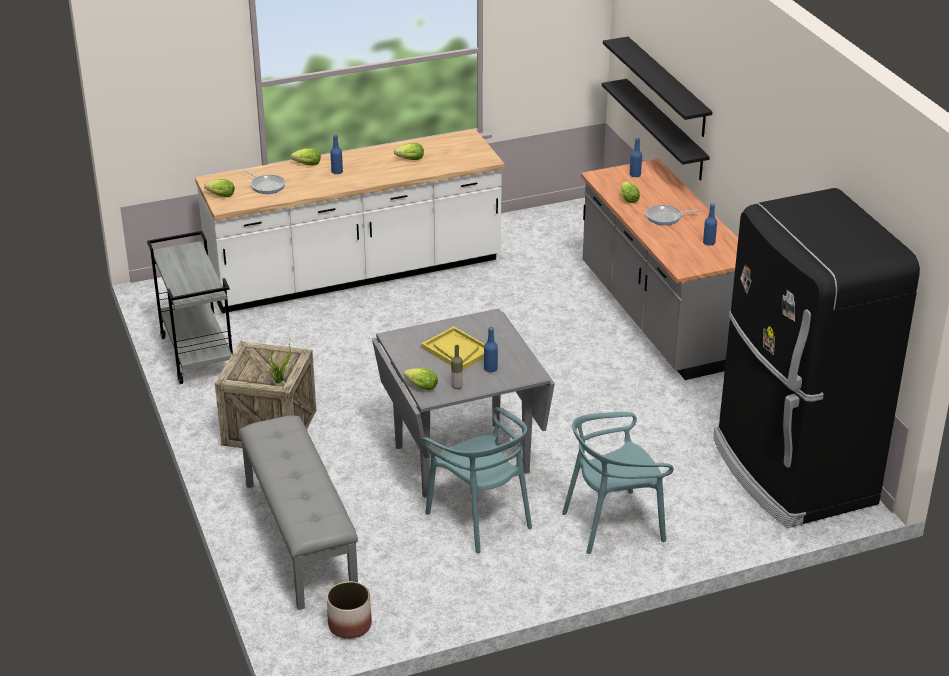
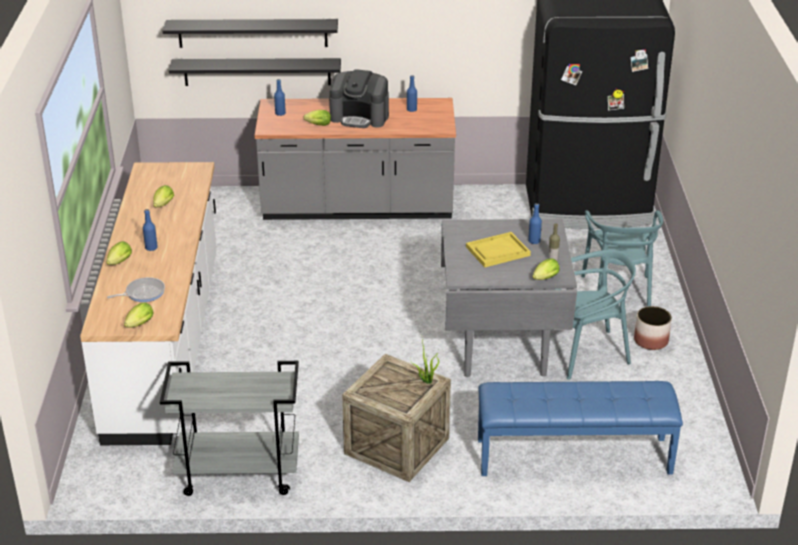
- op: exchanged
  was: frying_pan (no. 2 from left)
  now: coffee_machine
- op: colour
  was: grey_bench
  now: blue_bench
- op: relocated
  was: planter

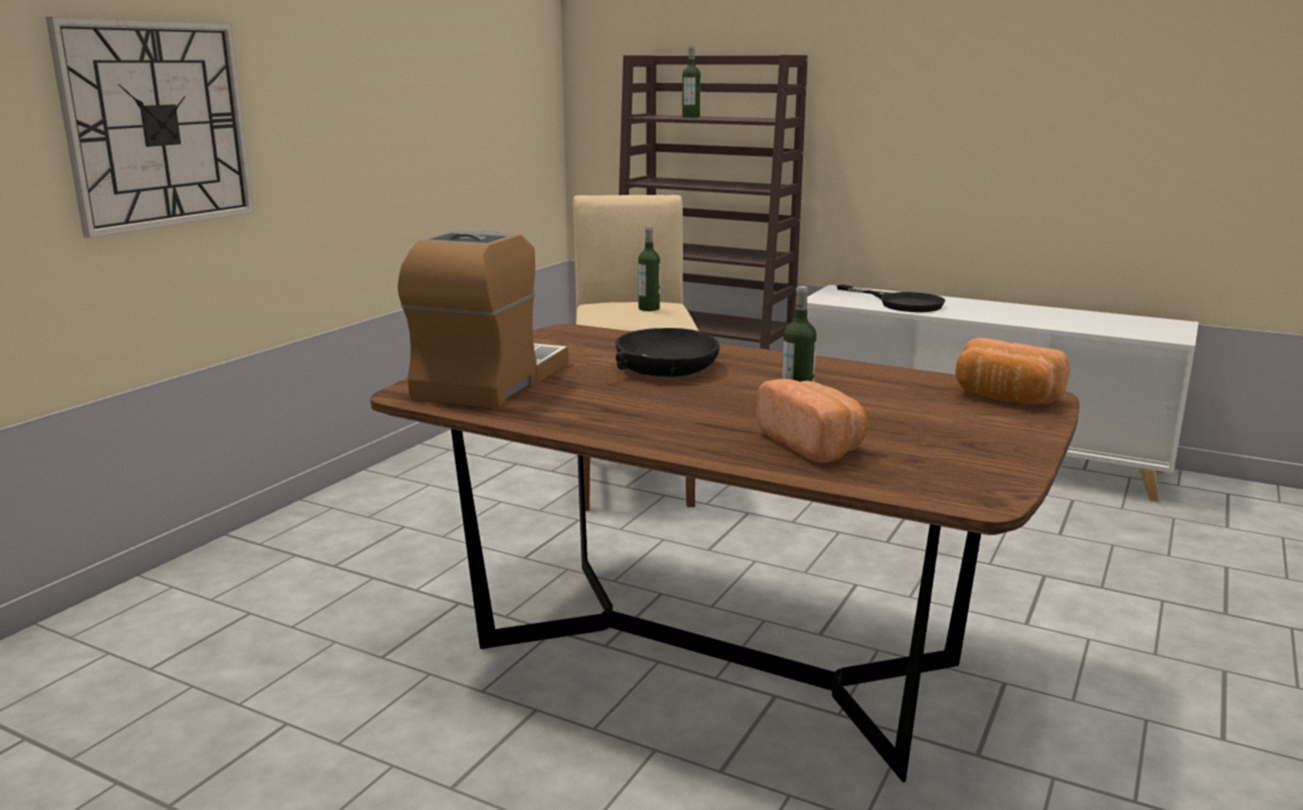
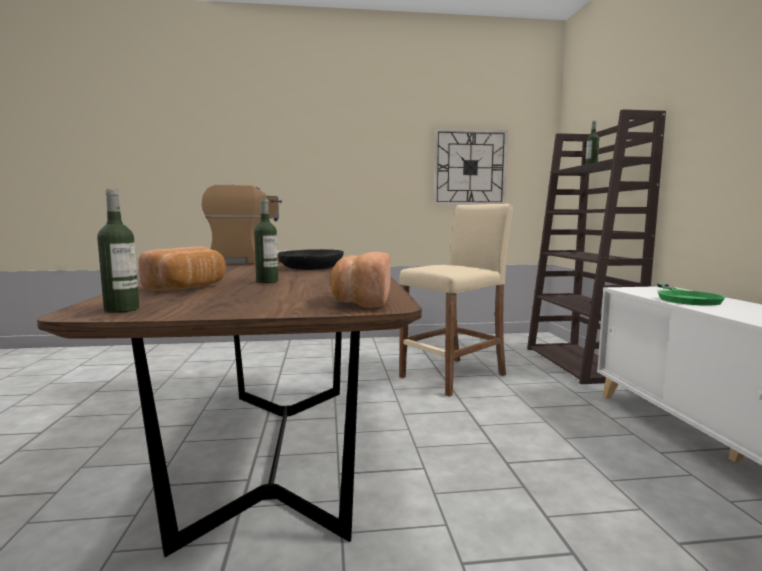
- op: relocated
  was: bottle (no. 1 from left)
- op: relocated
  was: wall_clock
- op: colour
  was: black_frying_pan
  now: green_frying_pan

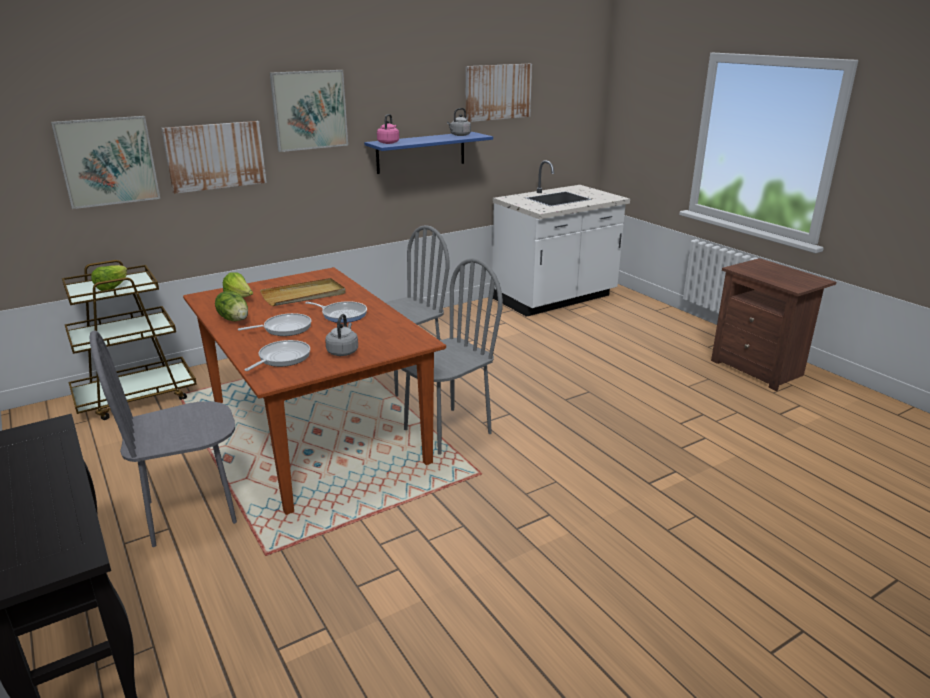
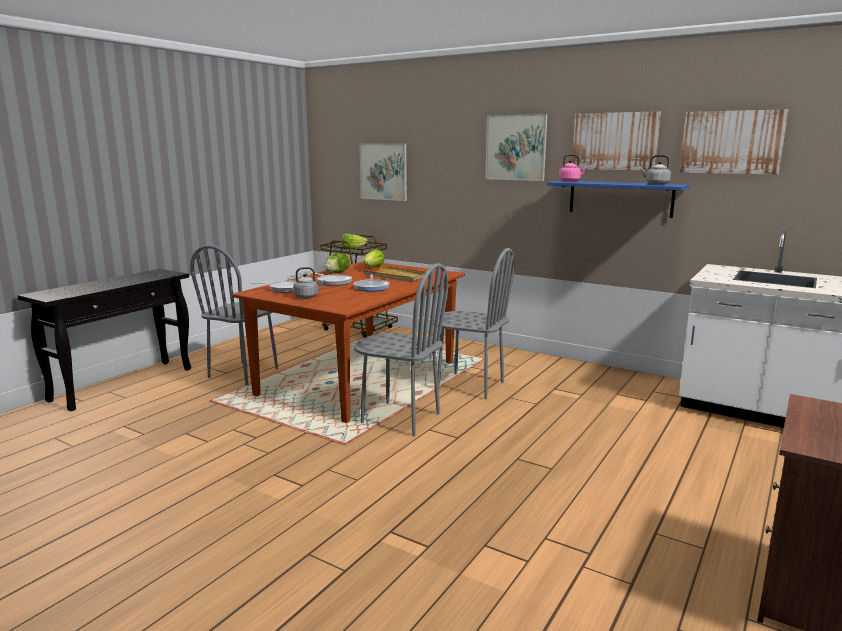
- op: spun
  was: grey_chair (no. 1 from left)
  clockwise: -105
- op: relocated
  was: picture (no. 2 from left in the first image)
  now: picture (no. 3 from left)

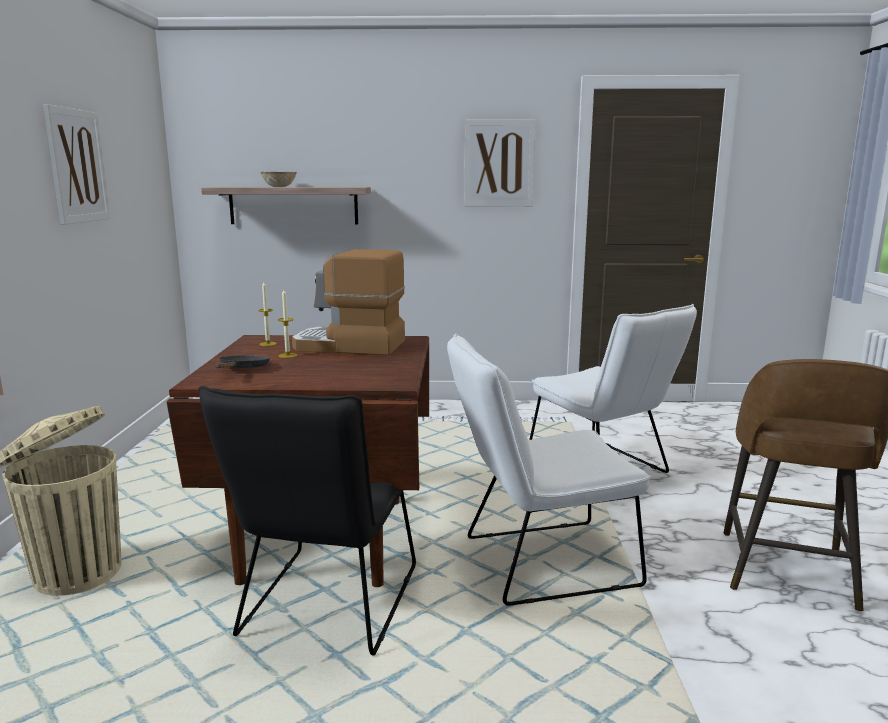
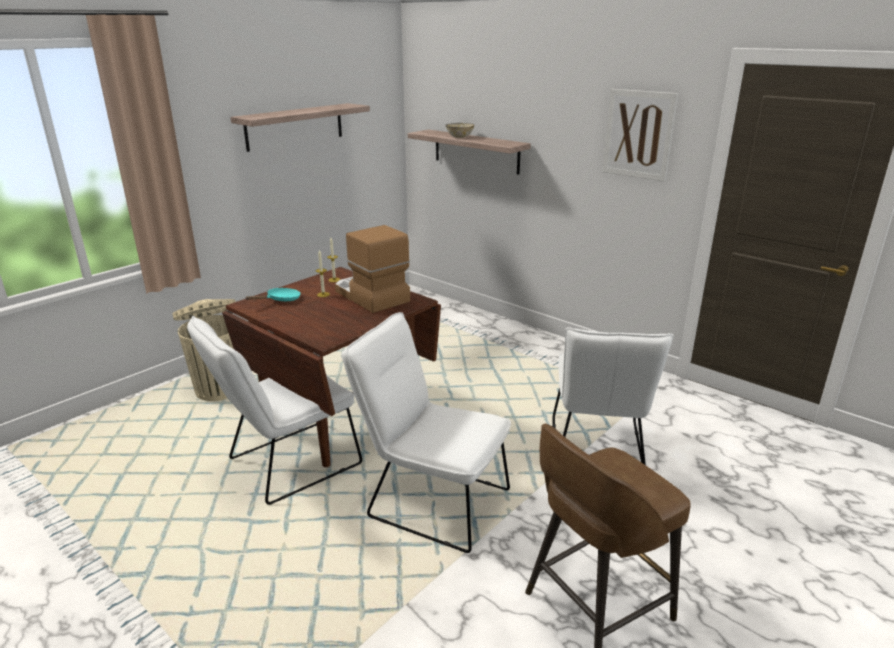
- op: colour
  was: black_chair
  now: white_chair (no. 1 from left)
- op: exchanged
  was: picture (no. 1 from left)
  now: shelf (no. 1 from left)
- op: colour
  was: black_frying_pan
  now: turquoise_frying_pan

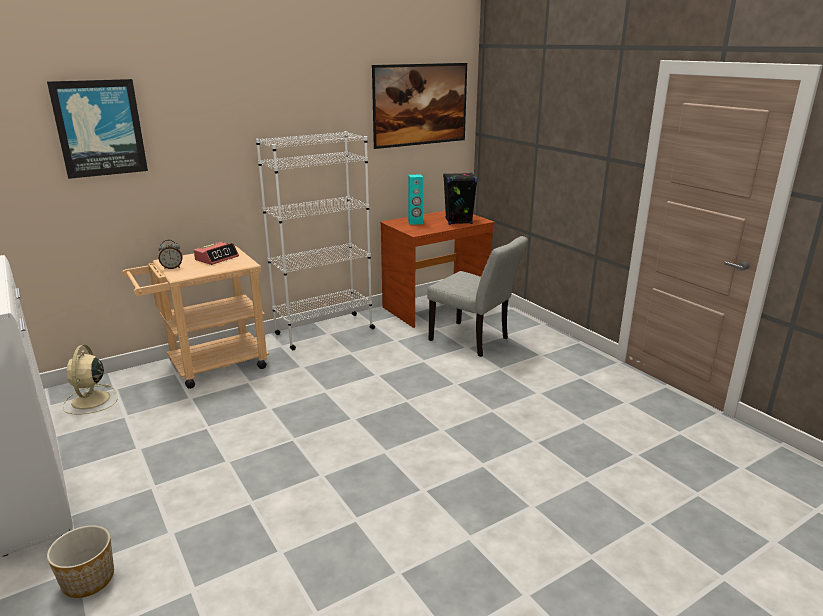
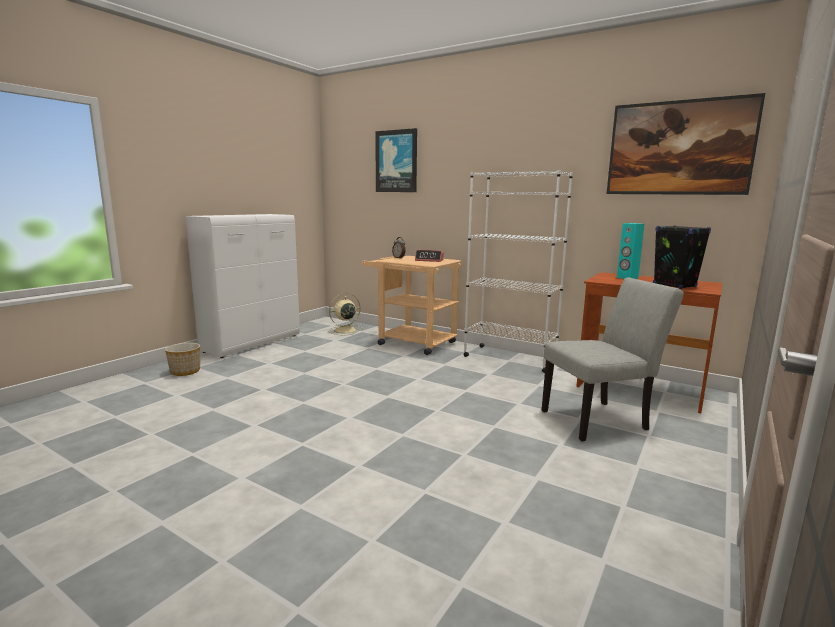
- op: spun
  was: grey_chair
  clockwise: -120

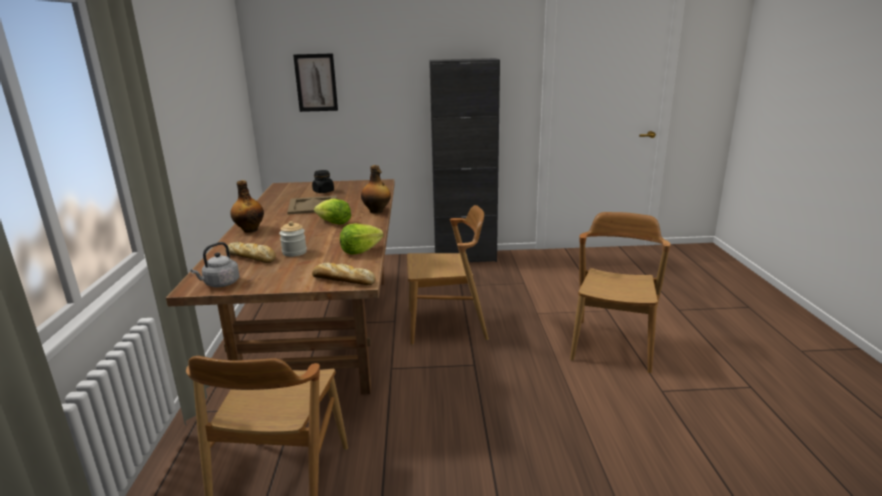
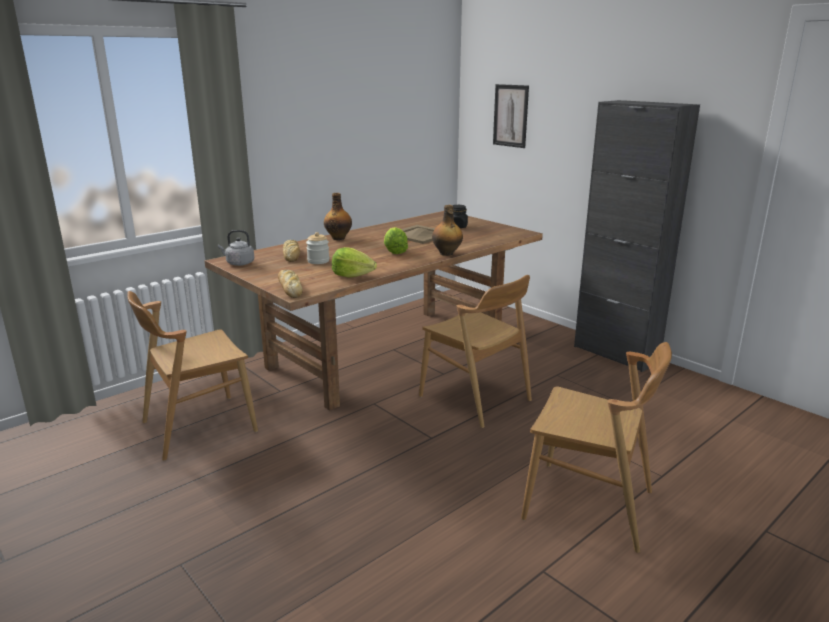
- op: spun
  was: brown_chair (no. 3 from left)
  clockwise: 45

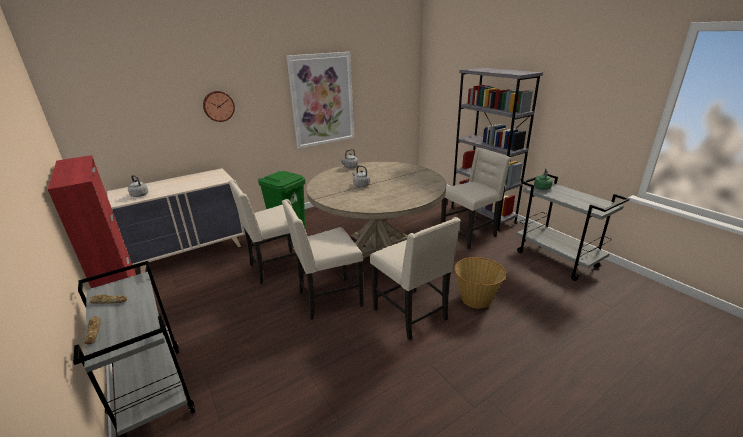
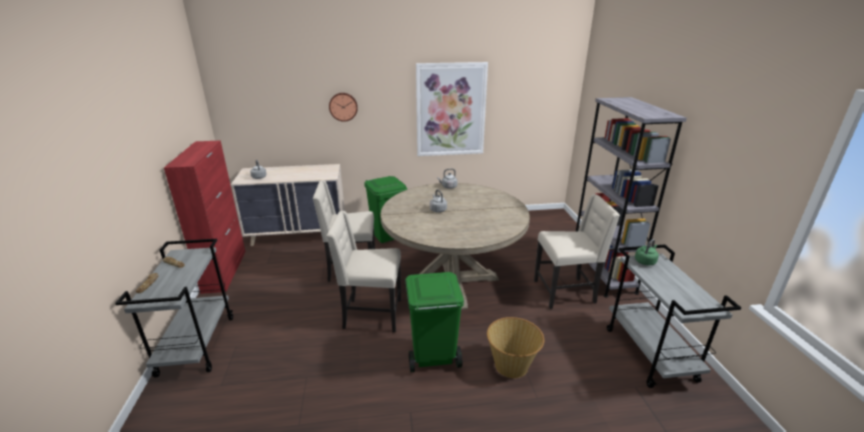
- op: exchanged
  was: beige_chair (no. 3 from left)
  now: green_trash_can (no. 2 from left)

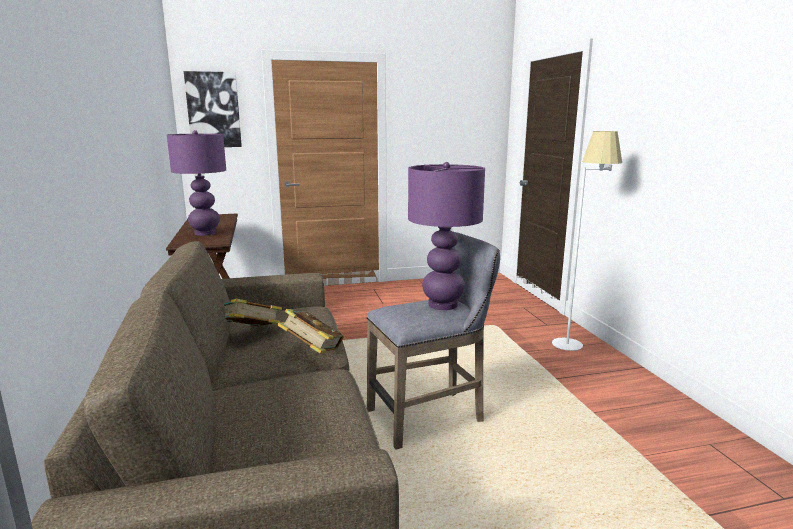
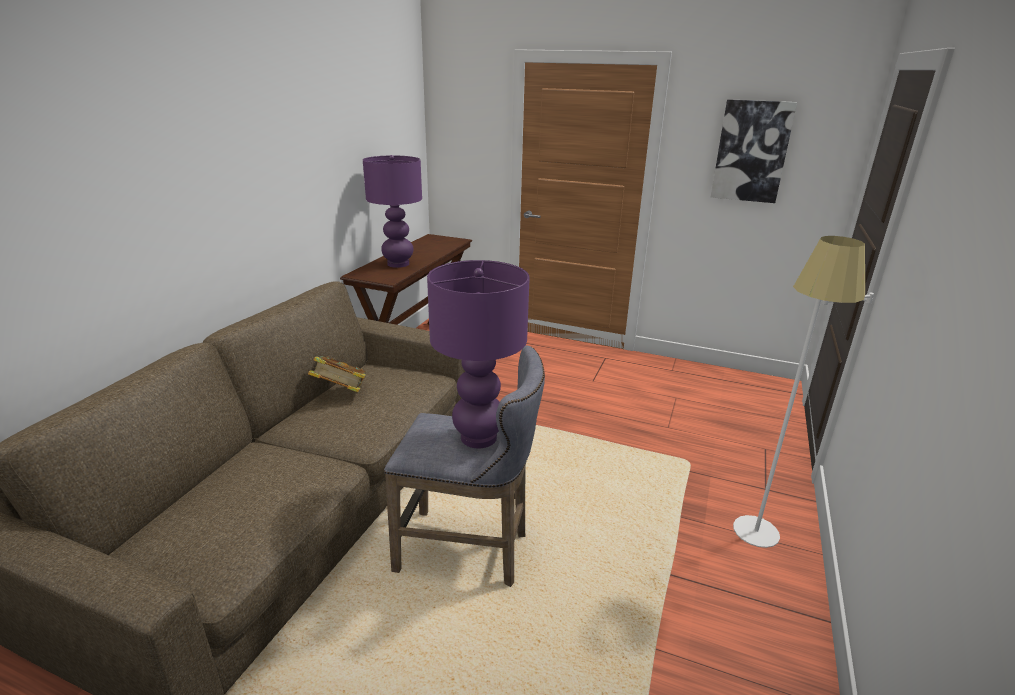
- op: relocated
  was: picture
- op: missing
  was: book (no. 2 from left)

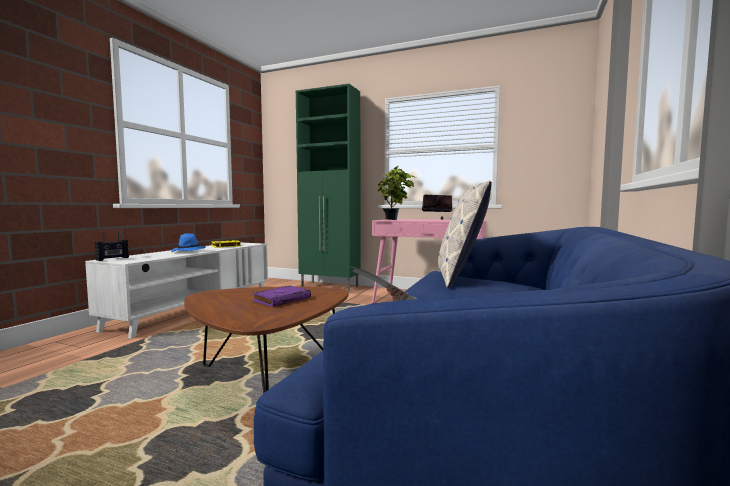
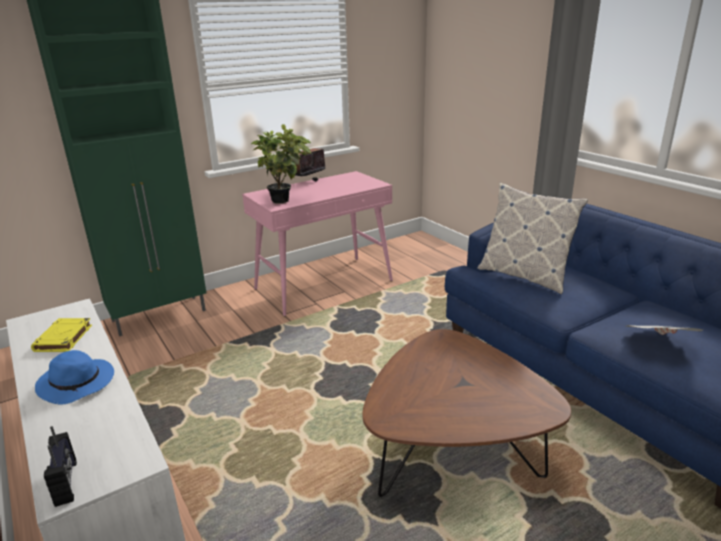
- op: missing
  was: purple_book

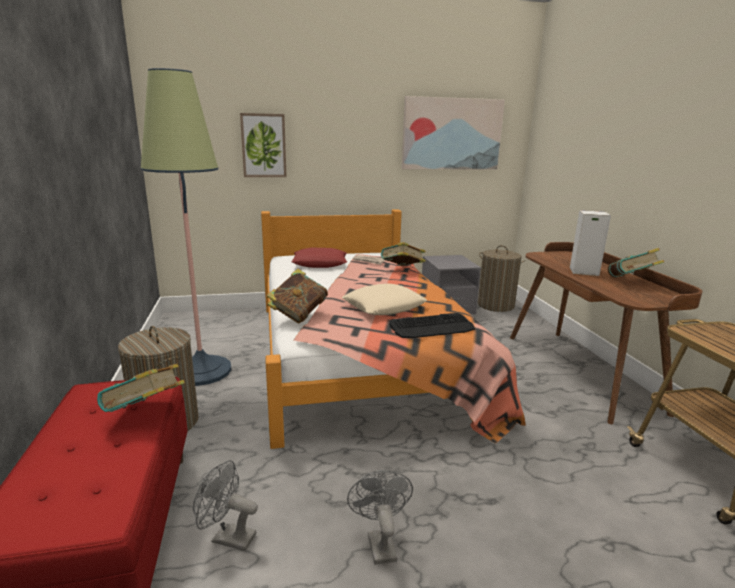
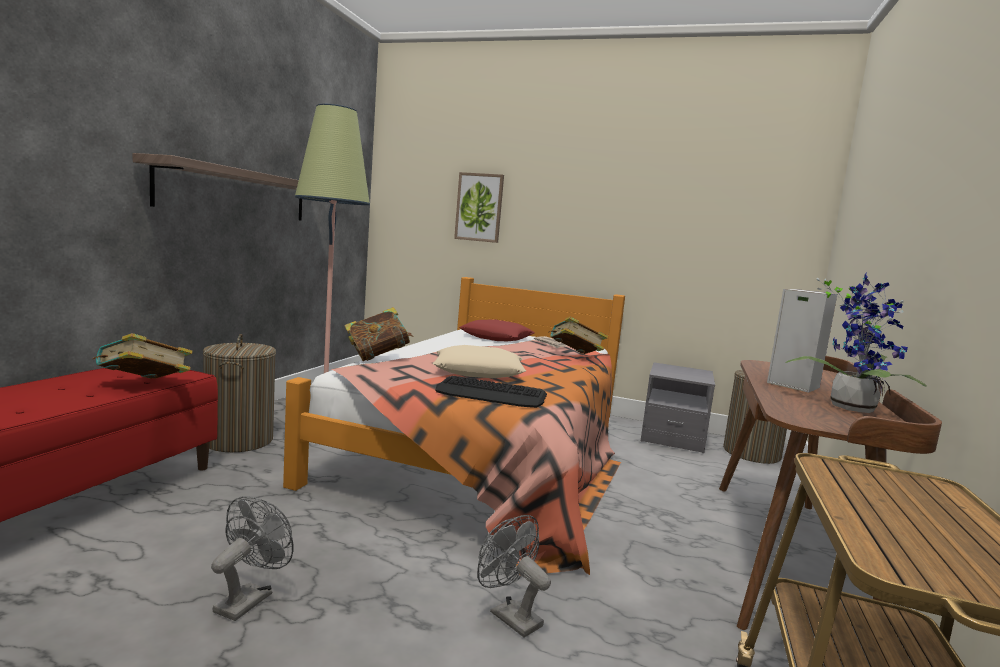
- op: appeared
  now: shelf
- op: relocated
  was: grey_fan (no. 1 from left in the first image)
  now: grey_fan (no. 2 from left)
- op: exchanged
  was: book (no. 4 from left)
  now: potted_plant
- op: missing
  was: picture (no. 2 from left)

